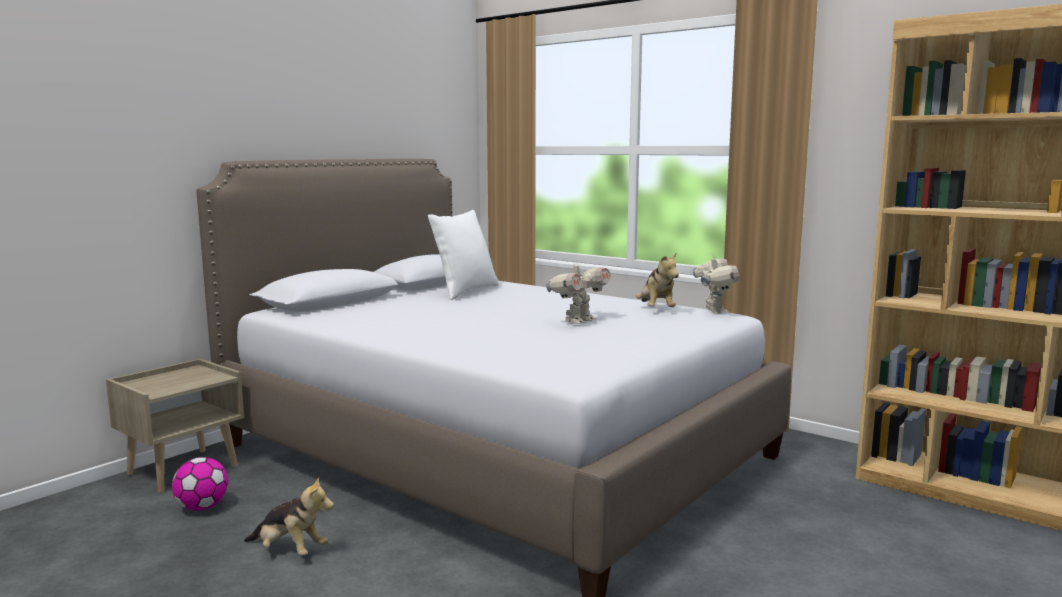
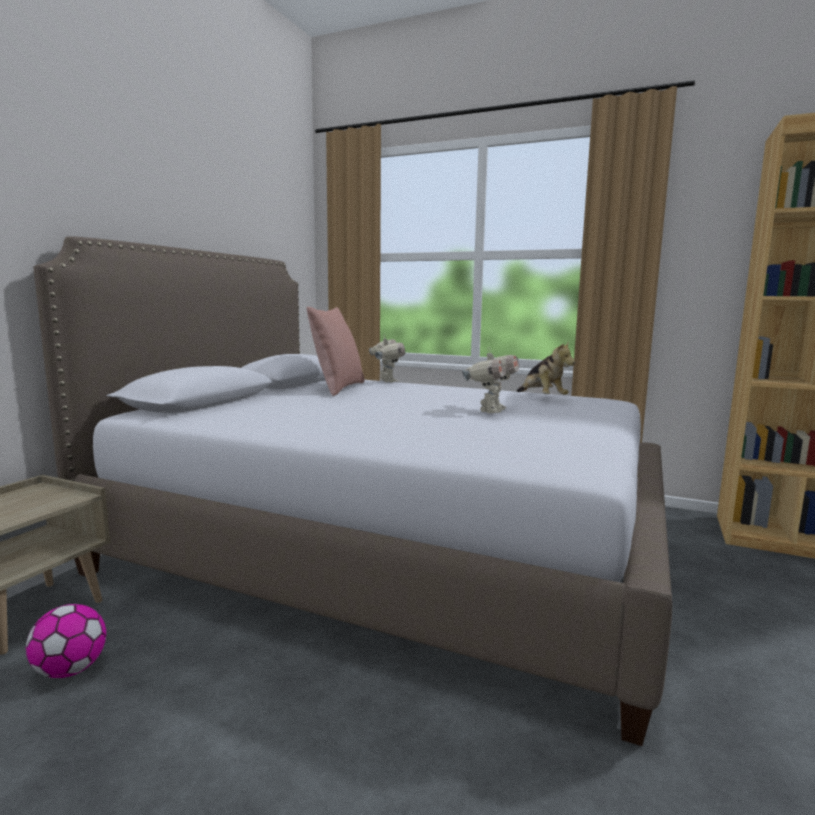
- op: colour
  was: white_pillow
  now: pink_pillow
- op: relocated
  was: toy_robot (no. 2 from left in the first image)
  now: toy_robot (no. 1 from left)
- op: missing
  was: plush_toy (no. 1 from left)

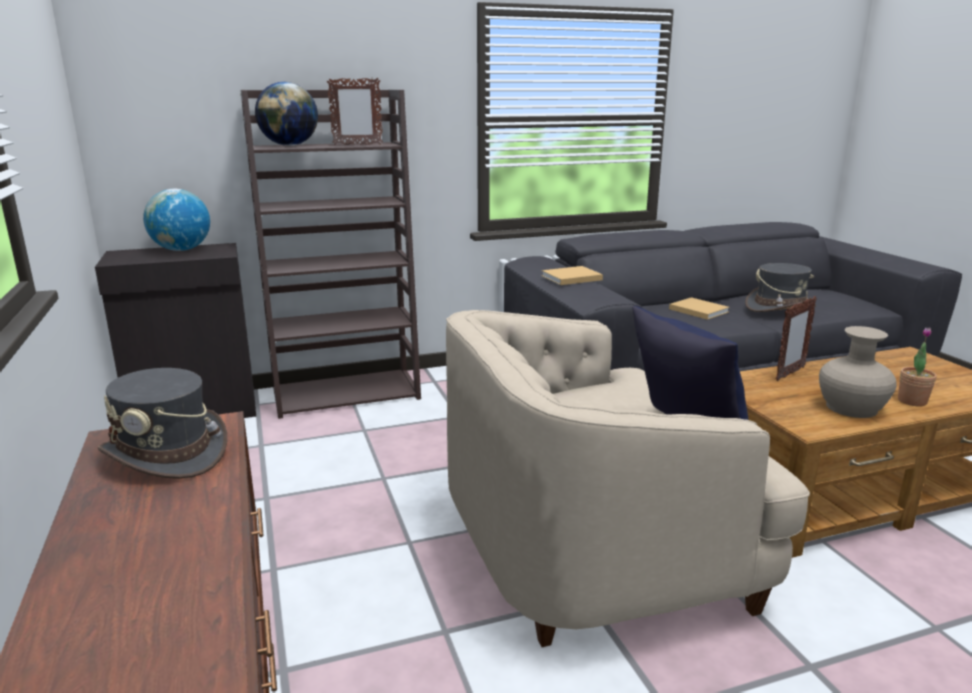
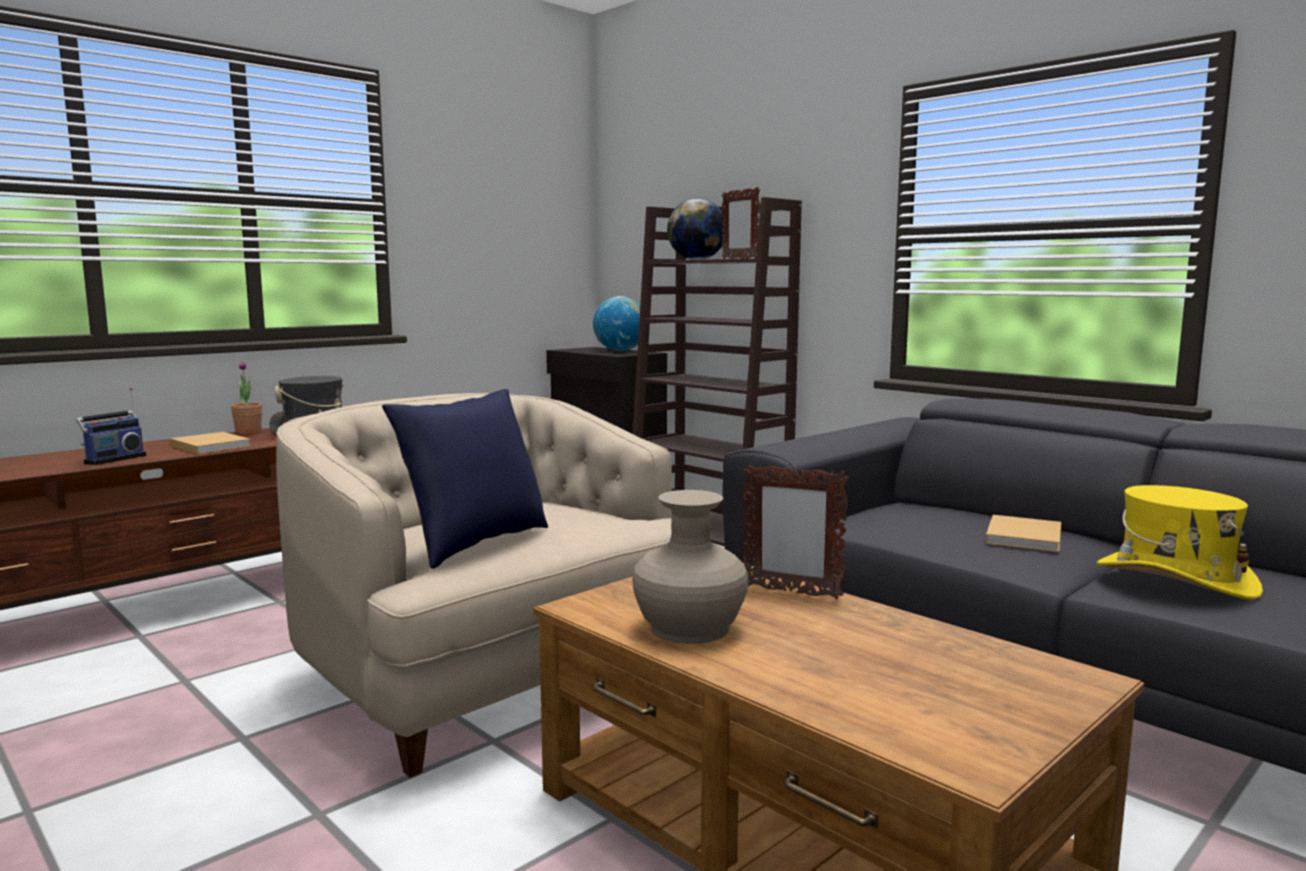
- op: appeared
  now: radio
- op: relocated
  was: beige_book (no. 1 from left)
- op: relocated
  was: potted_plant
- op: colour
  was: grey_hat (no. 2 from left)
  now: yellow_hat

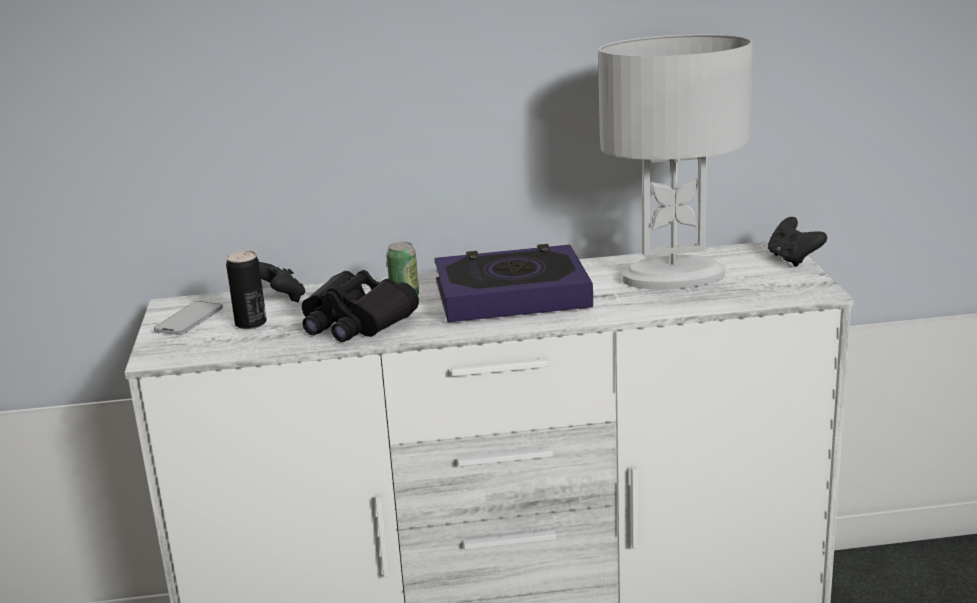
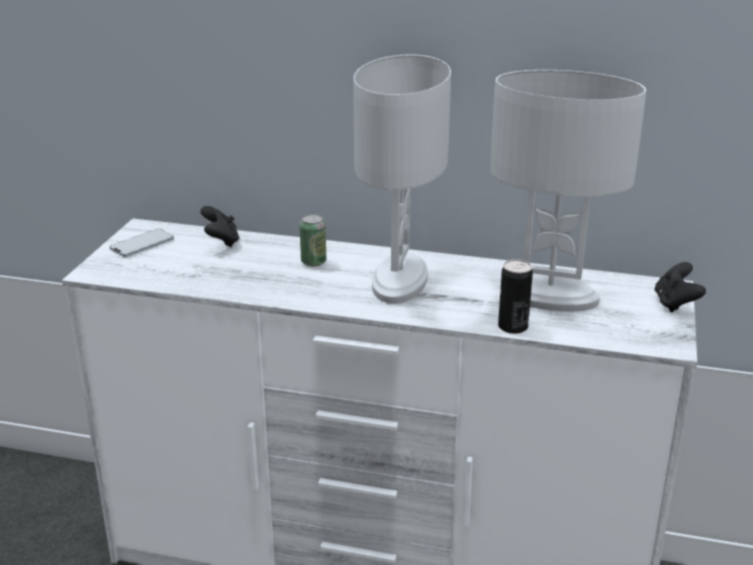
- op: exchanged
  was: book
  now: white_table_lamp (no. 1 from left)
- op: relocated
  was: can (no. 1 from left in the first image)
  now: can (no. 2 from left)
- op: missing
  was: black_binoculars

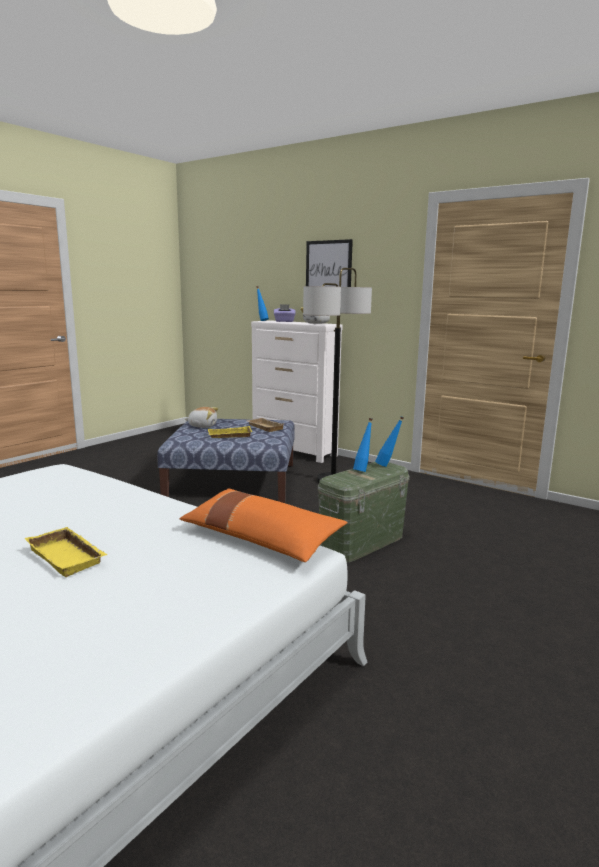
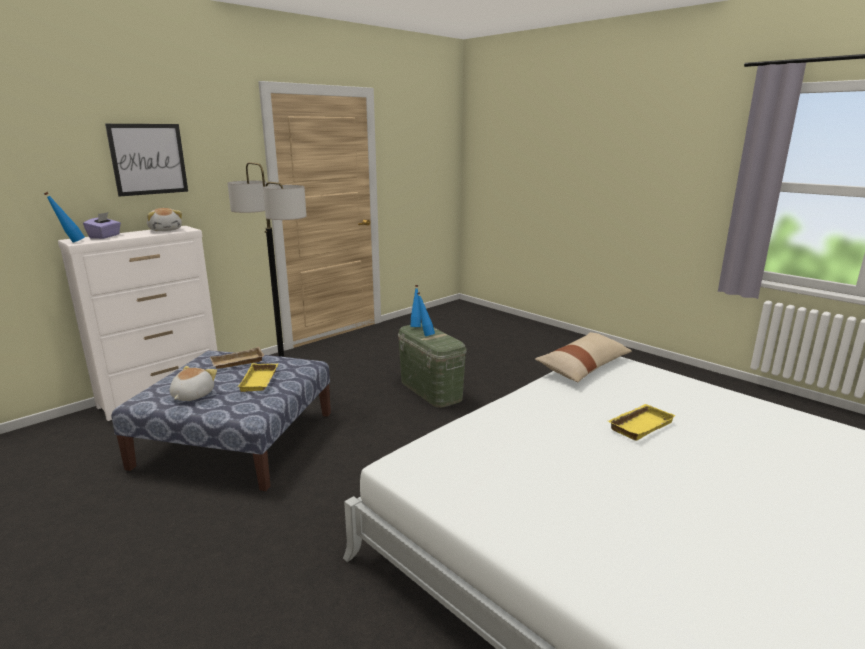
- op: colour
  was: orange_pillow
  now: beige_pillow

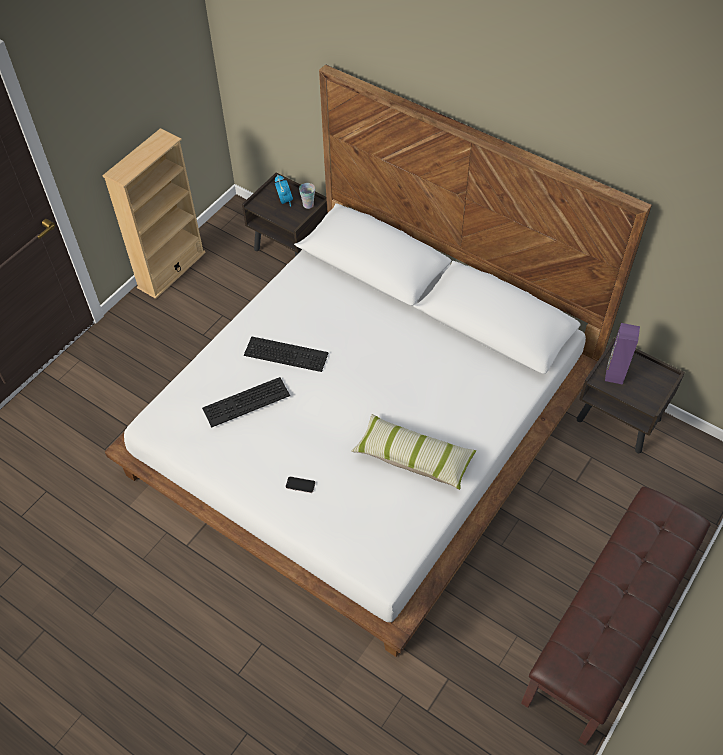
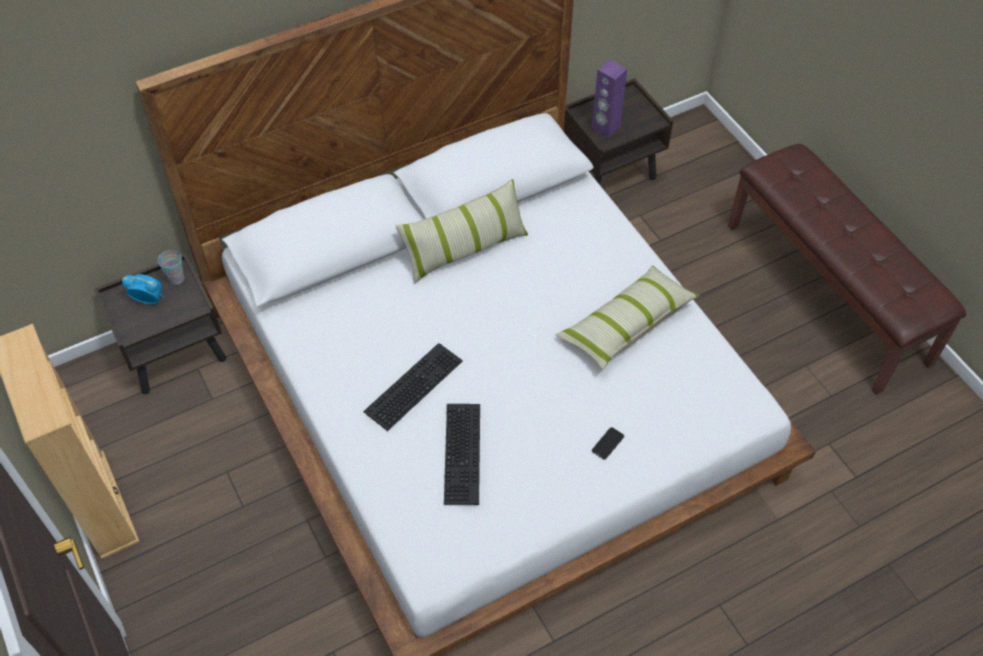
- op: appeared
  now: pillow (no. 1 from left)

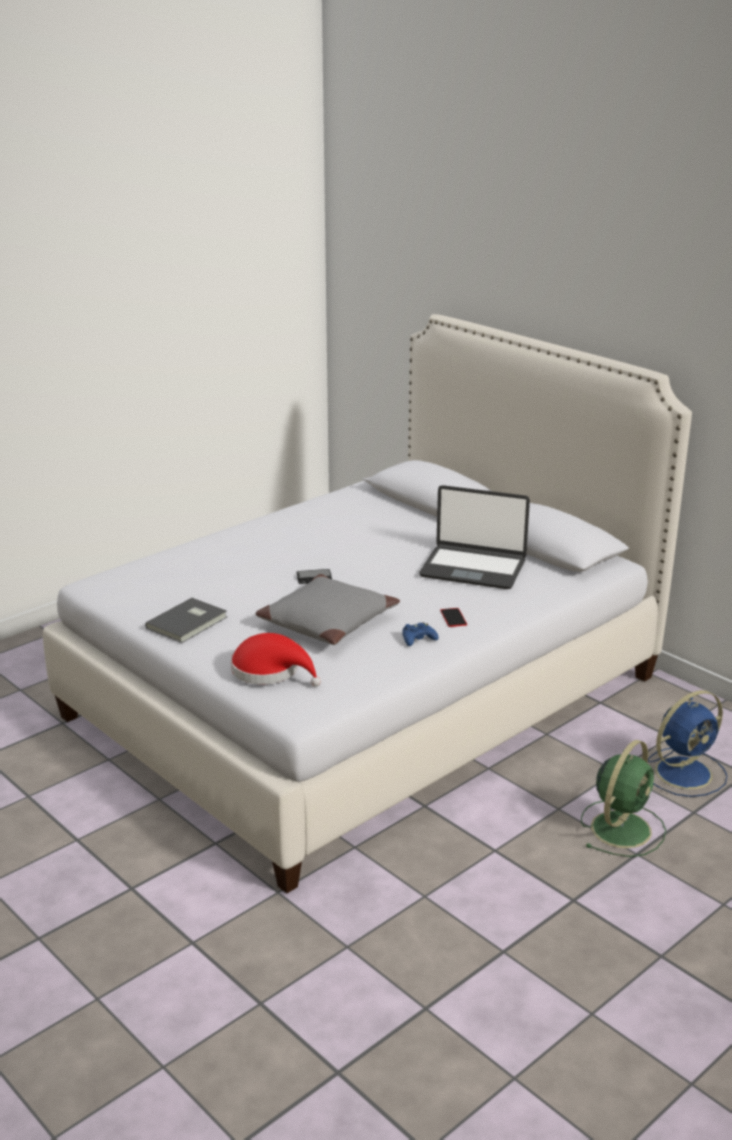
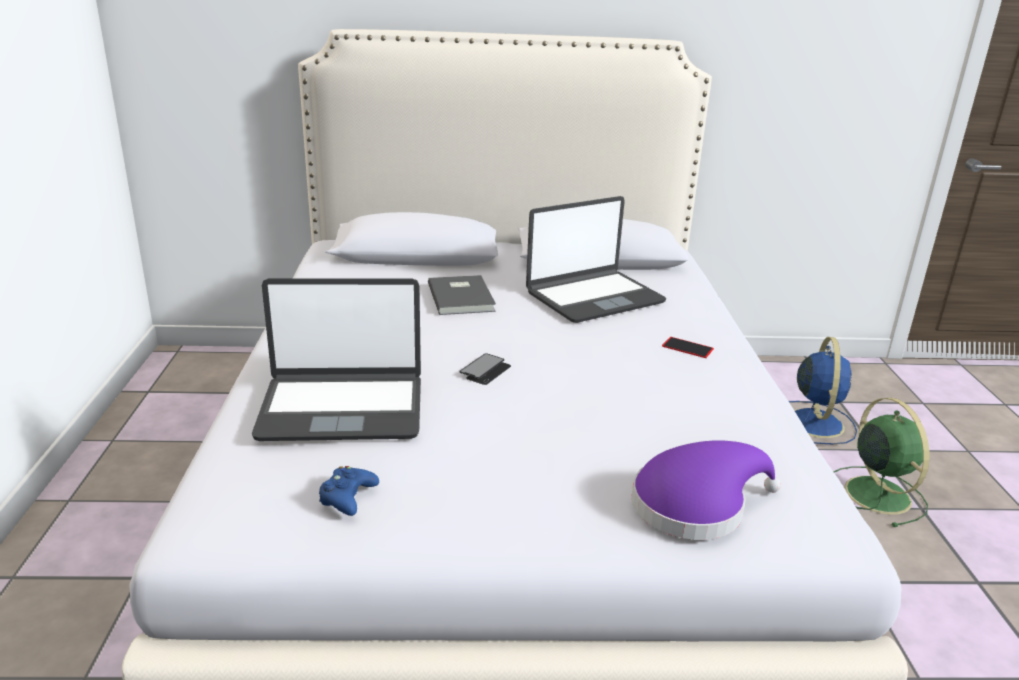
- op: appeared
  now: laptop (no. 1 from left)
- op: relocated
  was: blue_game_controller
- op: relocated
  was: grey_book
- op: colour
  was: red_hat
  now: purple_hat
- op: missing
  was: grey_pillow

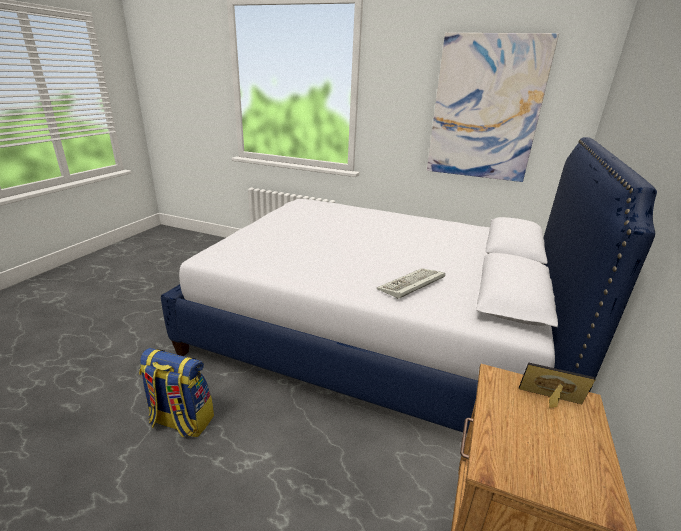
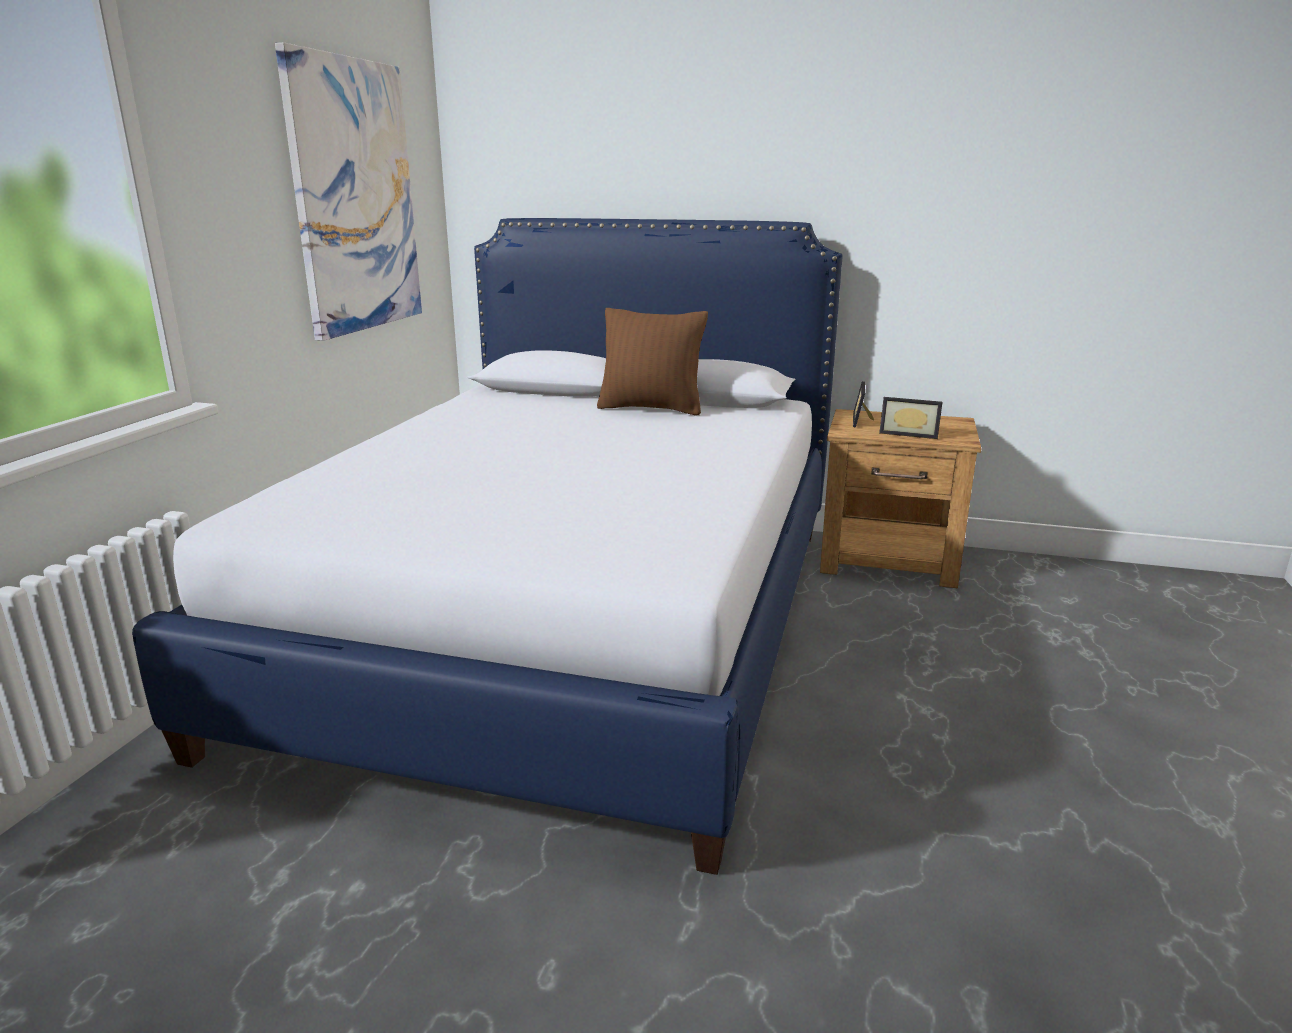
- op: appeared
  now: brown_pillow
- op: appeared
  now: picture_frame (no. 2 from left)
- op: missing
  was: backpack
- op: missing
  was: keyboard

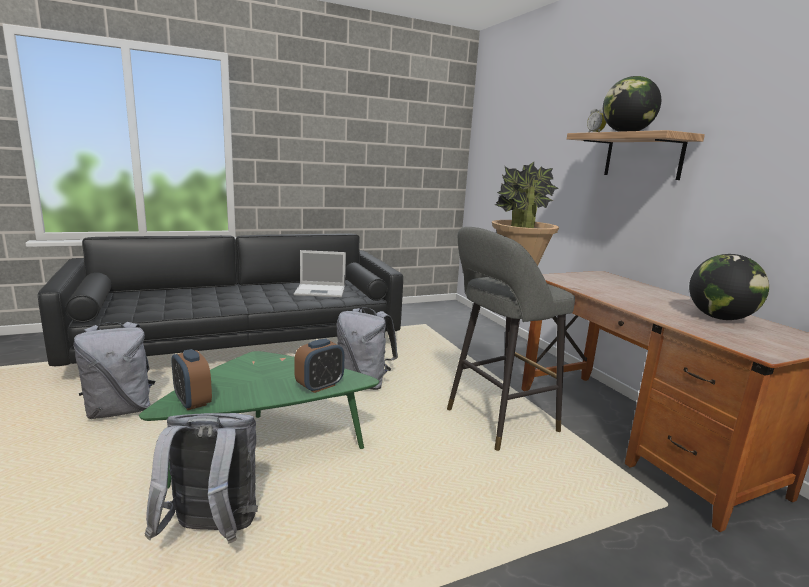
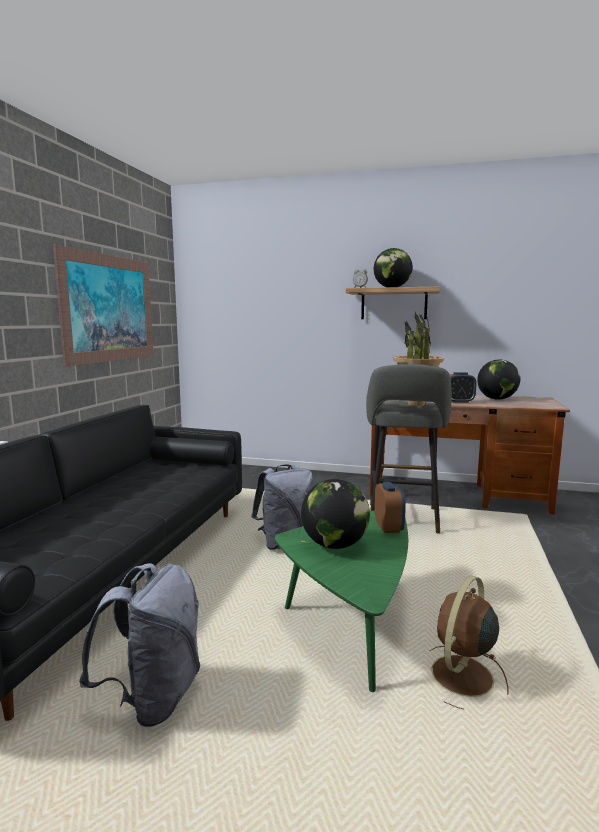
- op: appeared
  now: picture
- op: appeared
  now: globe (no. 1 from left)
- op: exchanged
  was: grey_backpack (no. 2 from left)
  now: brown_fan
- op: relocated
  was: alarm_clock (no. 1 from left in the first image)
  now: alarm_clock (no. 3 from left)
- op: missing
  was: laptop

